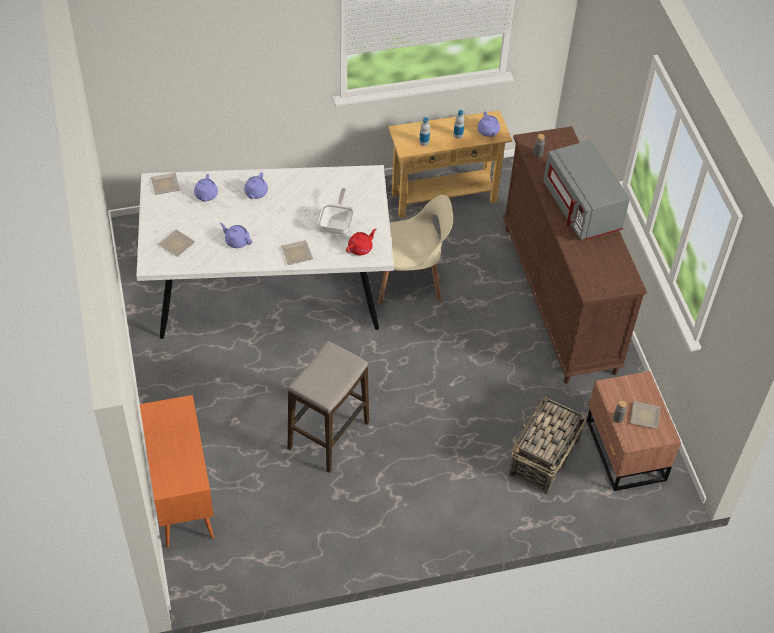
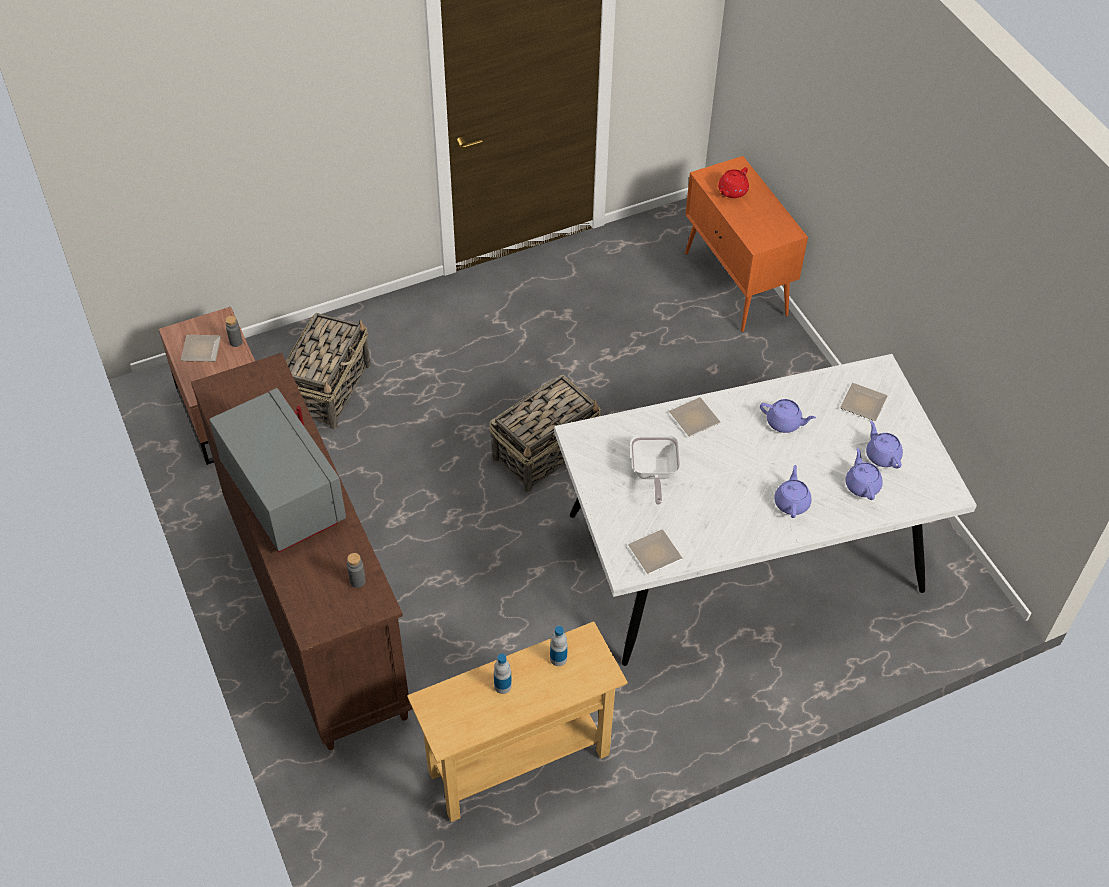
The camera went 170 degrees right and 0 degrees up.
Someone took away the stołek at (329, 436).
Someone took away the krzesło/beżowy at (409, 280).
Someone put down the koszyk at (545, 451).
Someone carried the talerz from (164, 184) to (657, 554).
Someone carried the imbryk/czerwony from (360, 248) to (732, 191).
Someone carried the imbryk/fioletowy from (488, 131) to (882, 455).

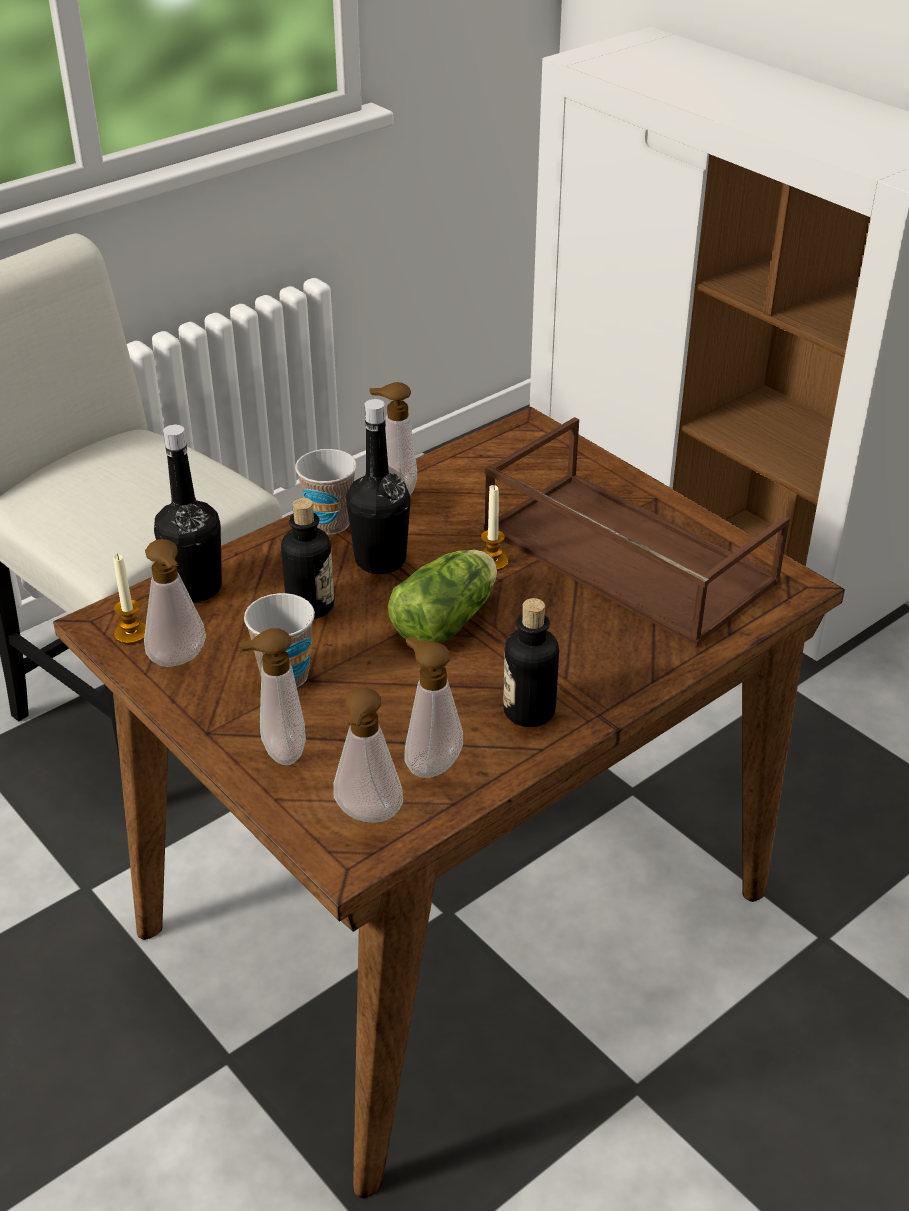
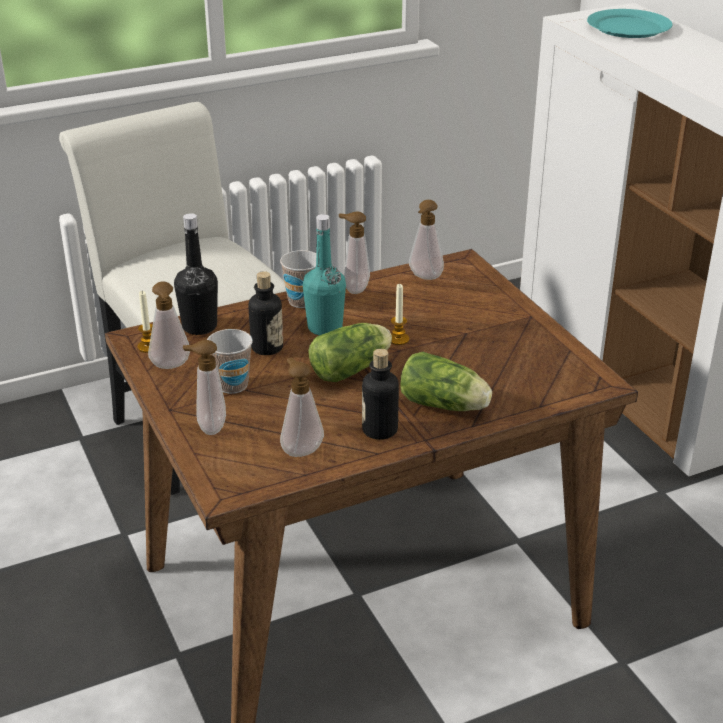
The camera went 15 degrees right and 5 degrees down.
Someone took away the taca/brązowy at (623, 556).
Someone put down the sałata at (445, 405).
Someone put down the talerz/turkusowy at (629, 28).
Someone carried the dozownik mydła from (367, 817) to (424, 277).
Someone repainted the butelka/czarny at (380, 560), which became the butelka/turkusowy at (325, 327).

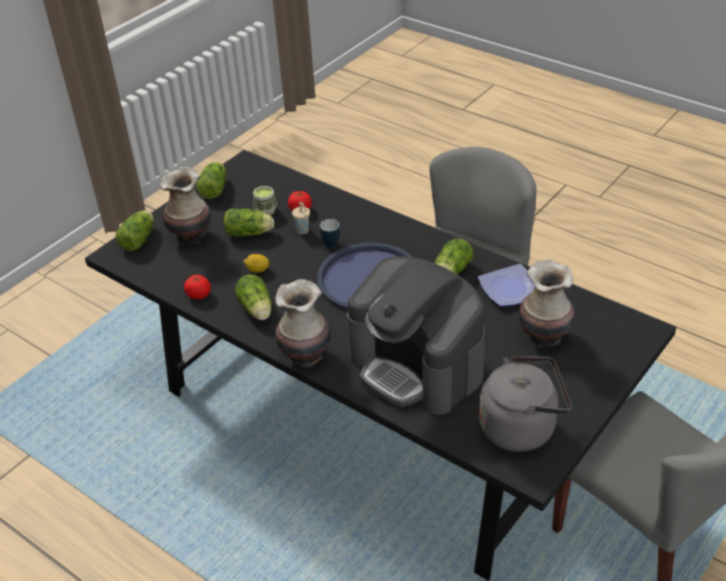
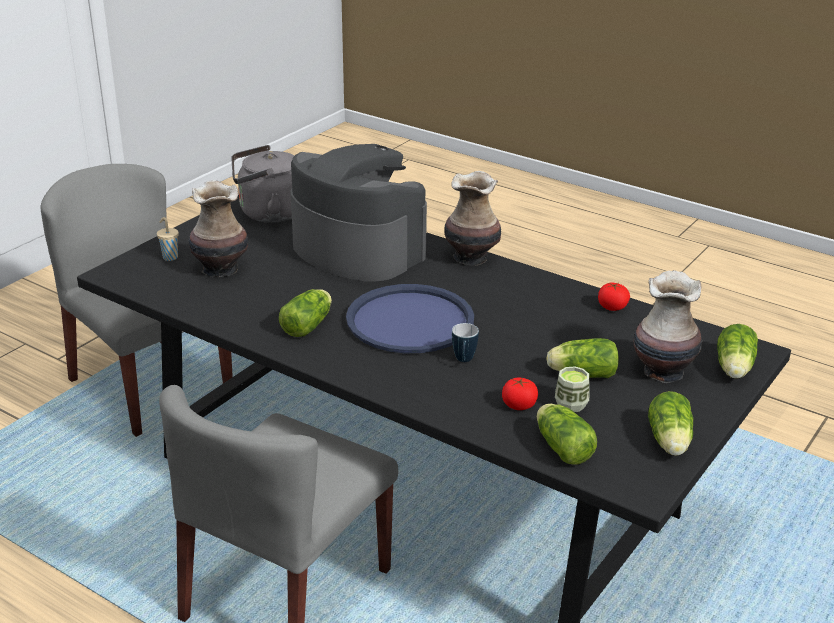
The camera went 175 degrees right and 10 degrees down.
Someone took away the cytryna at (257, 270).
Someone took away the talerz at (509, 290).
Someone carried the sałata from (257, 310) to (561, 446).
Someone carried the filiżanka/beżowy from (303, 231) to (169, 257).

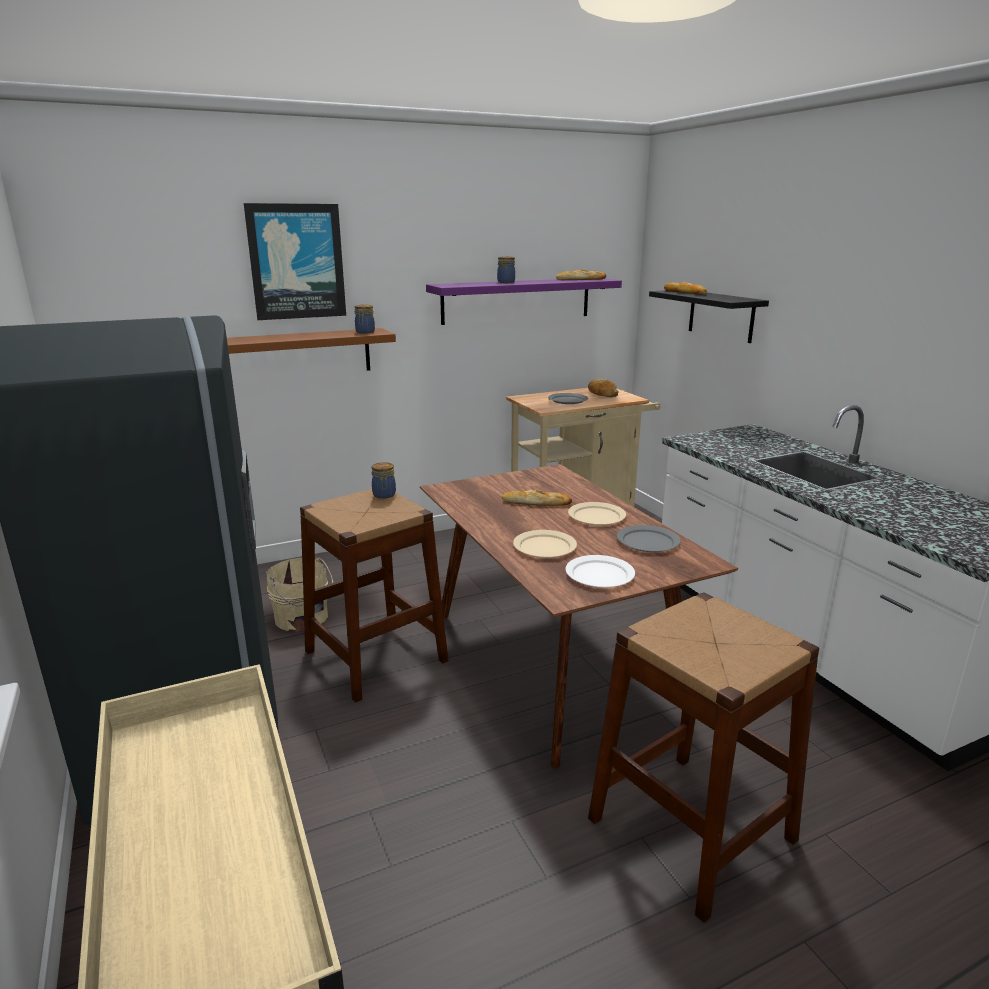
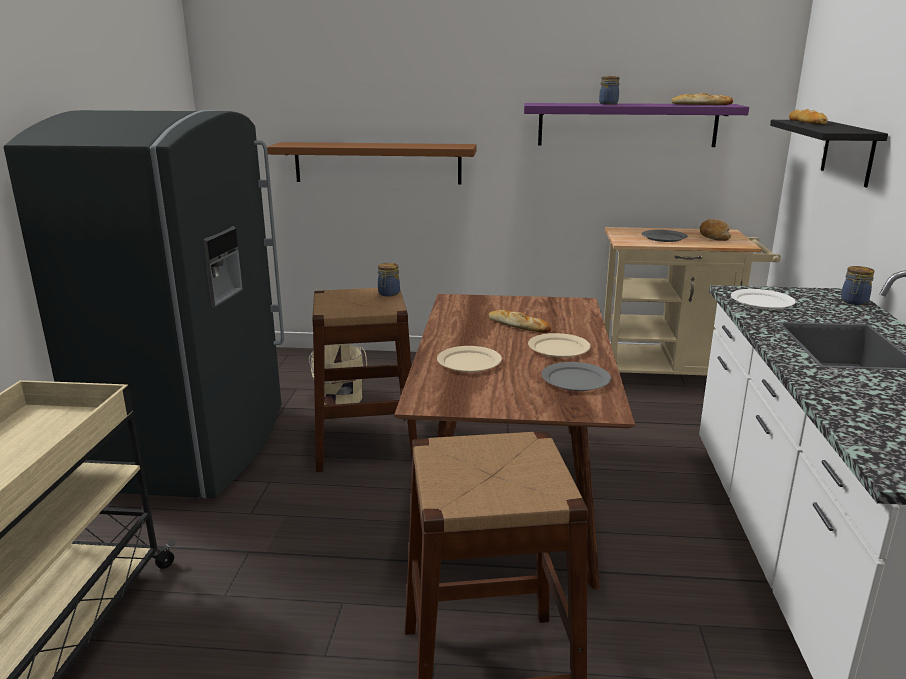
The camera went 30 degrees right and 0 degrees up.
Someone took away the obraz at (296, 262).
Someone carried the słoik from (365, 332) to (853, 302).
Someone carried the talerz/biały from (600, 574) to (762, 302).

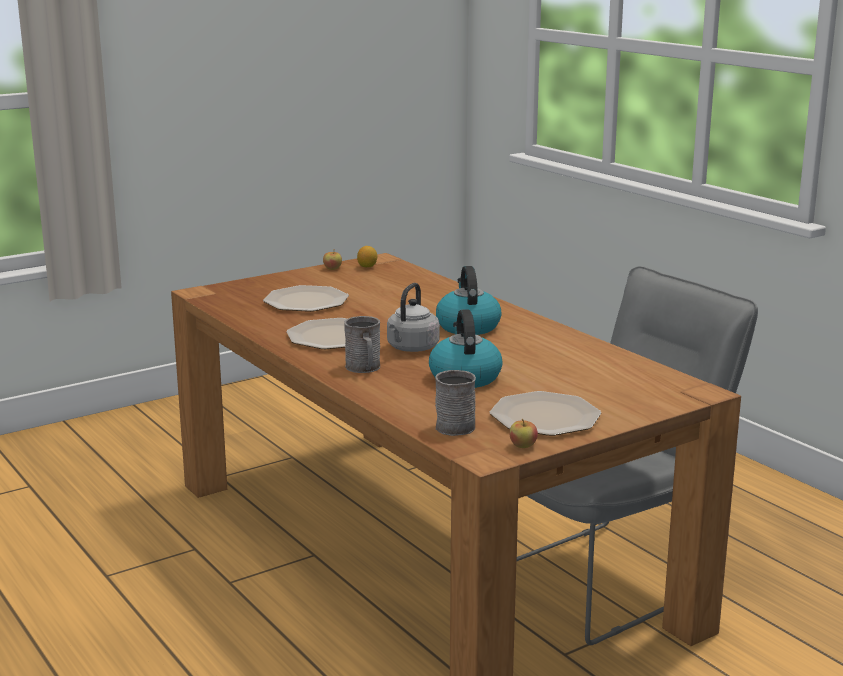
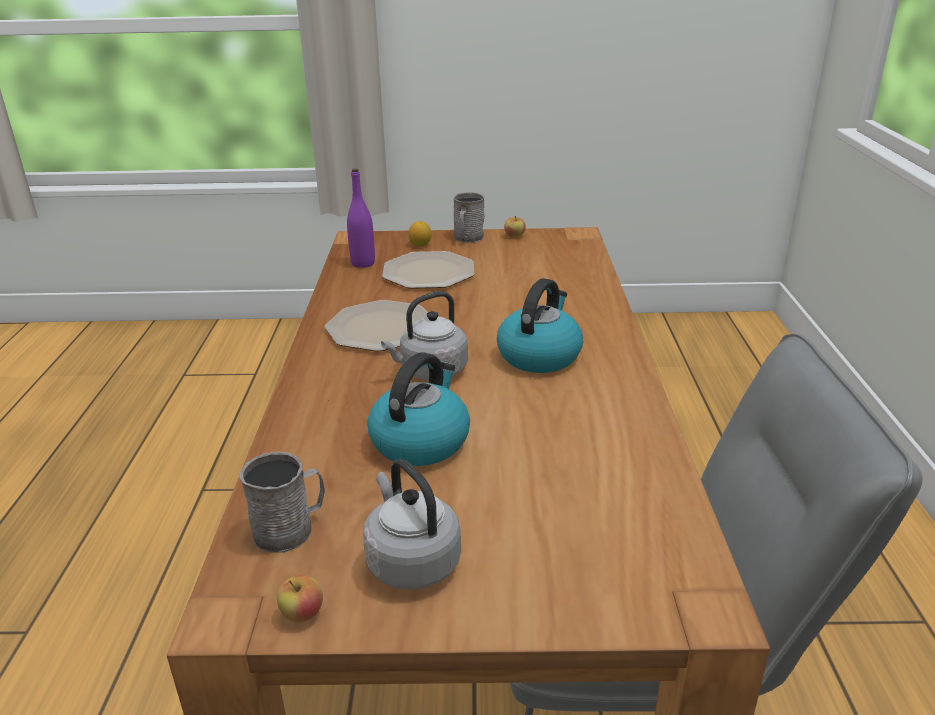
The camera went 35 degrees right and 10 degrees up.
Someone put down the butelka/fioletowy at (363, 263).
Someone carried the kubek/szary from (364, 368) to (468, 239).
Someone carried the cytryna from (367, 266) to (420, 245).
Someone swapped the talerz at (544, 417) for the czajnik/szary at (411, 561).

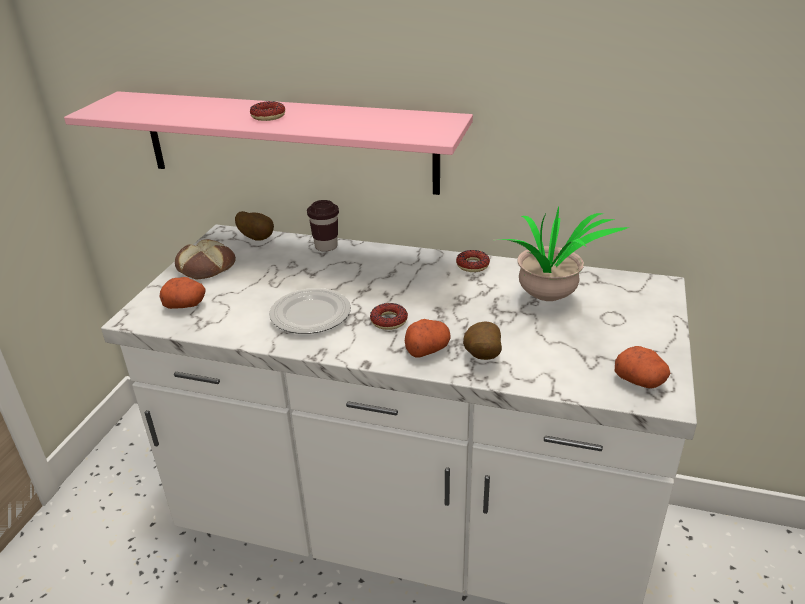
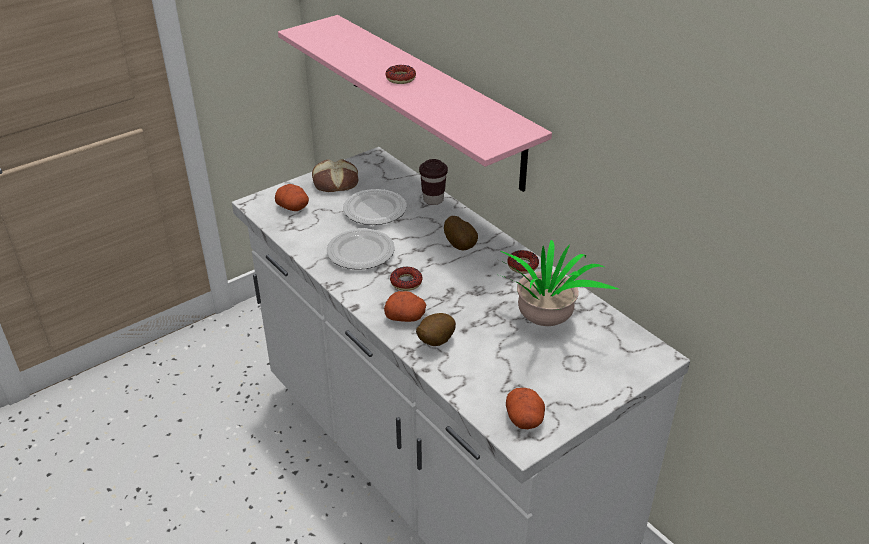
The camera went 35 degrees right and 5 degrees up.
Someone put down the talerz at (375, 211).
Someone carried the ziemniak from (257, 238) to (461, 245).

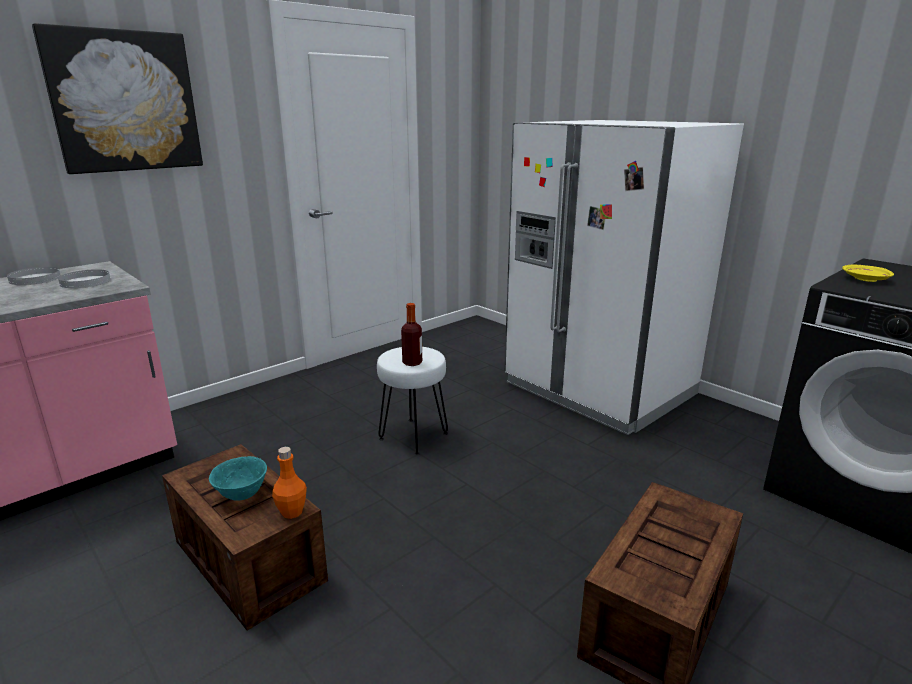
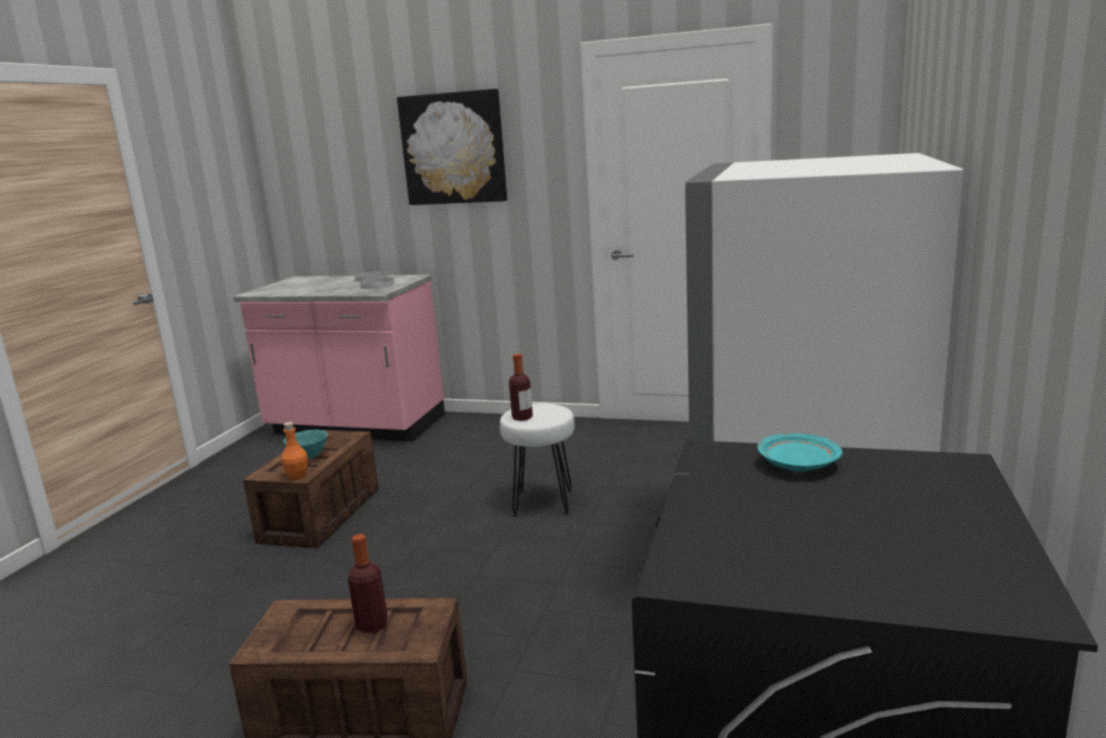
The camera went 60 degrees right and 5 degrees down.
Someone put down the butelka at (372, 625).
Someone repainted the talerz/żółty at (865, 279), which became the talerz/turkusowy at (797, 464).

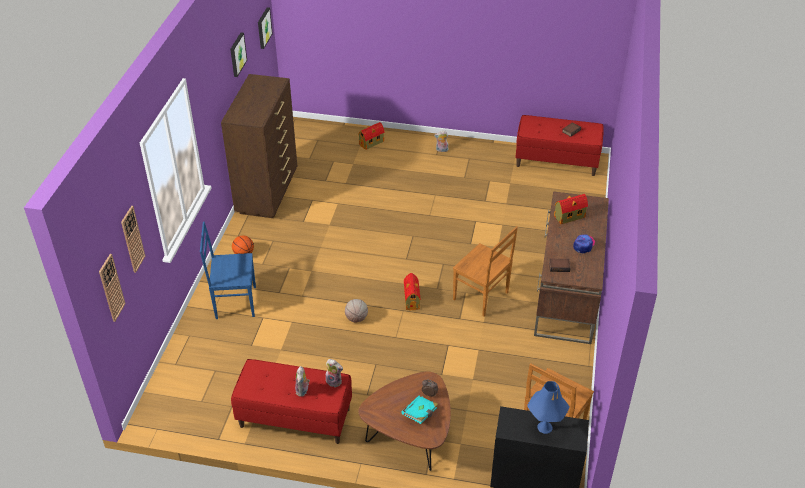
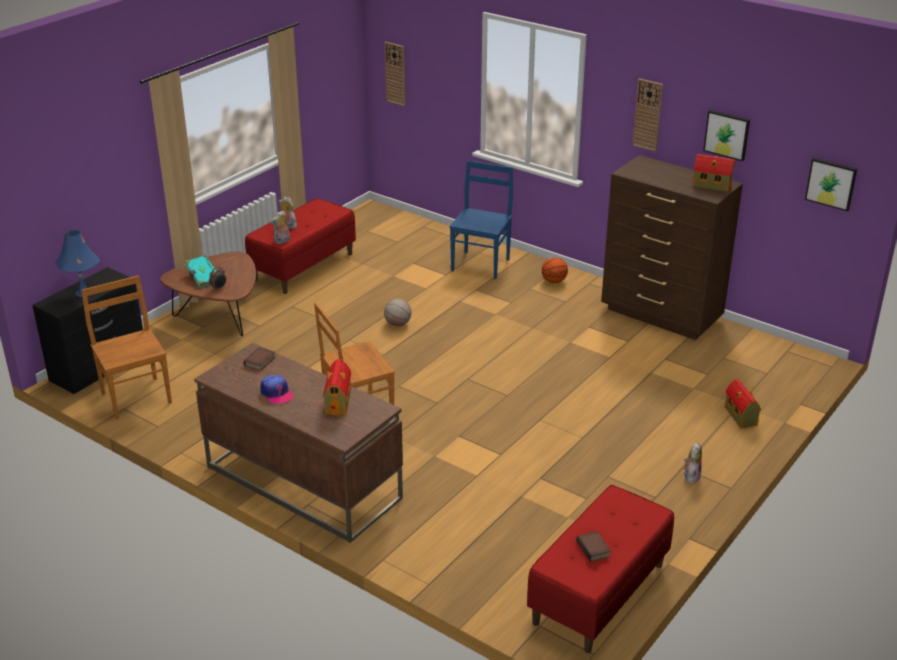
The camera went 115 degrees right and 10 degrees down.
Someone carried the zegar ścienny from (132, 239) to (647, 115).
Someone carried the domek from (411, 299) to (712, 185).

